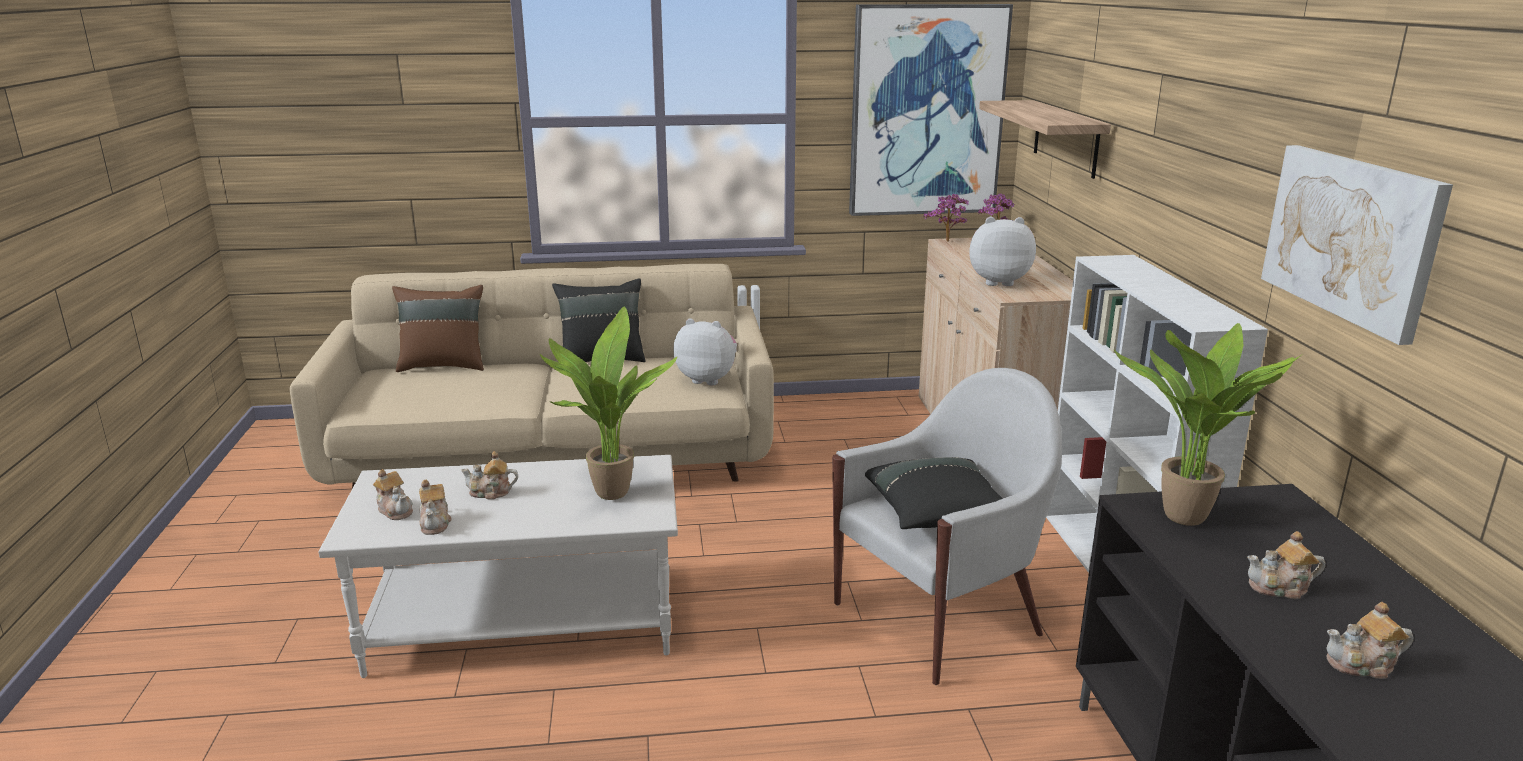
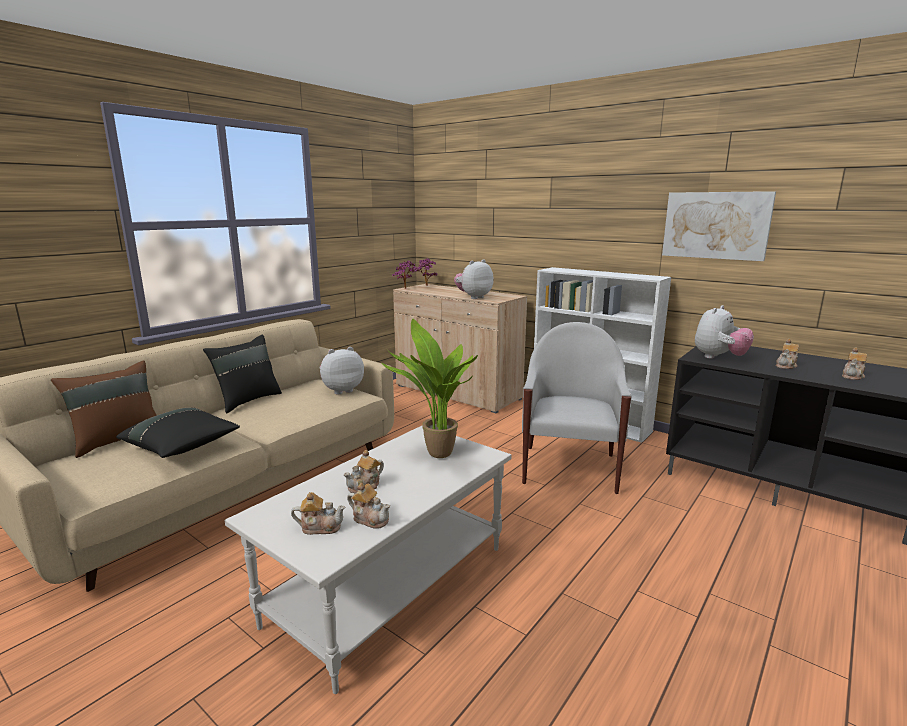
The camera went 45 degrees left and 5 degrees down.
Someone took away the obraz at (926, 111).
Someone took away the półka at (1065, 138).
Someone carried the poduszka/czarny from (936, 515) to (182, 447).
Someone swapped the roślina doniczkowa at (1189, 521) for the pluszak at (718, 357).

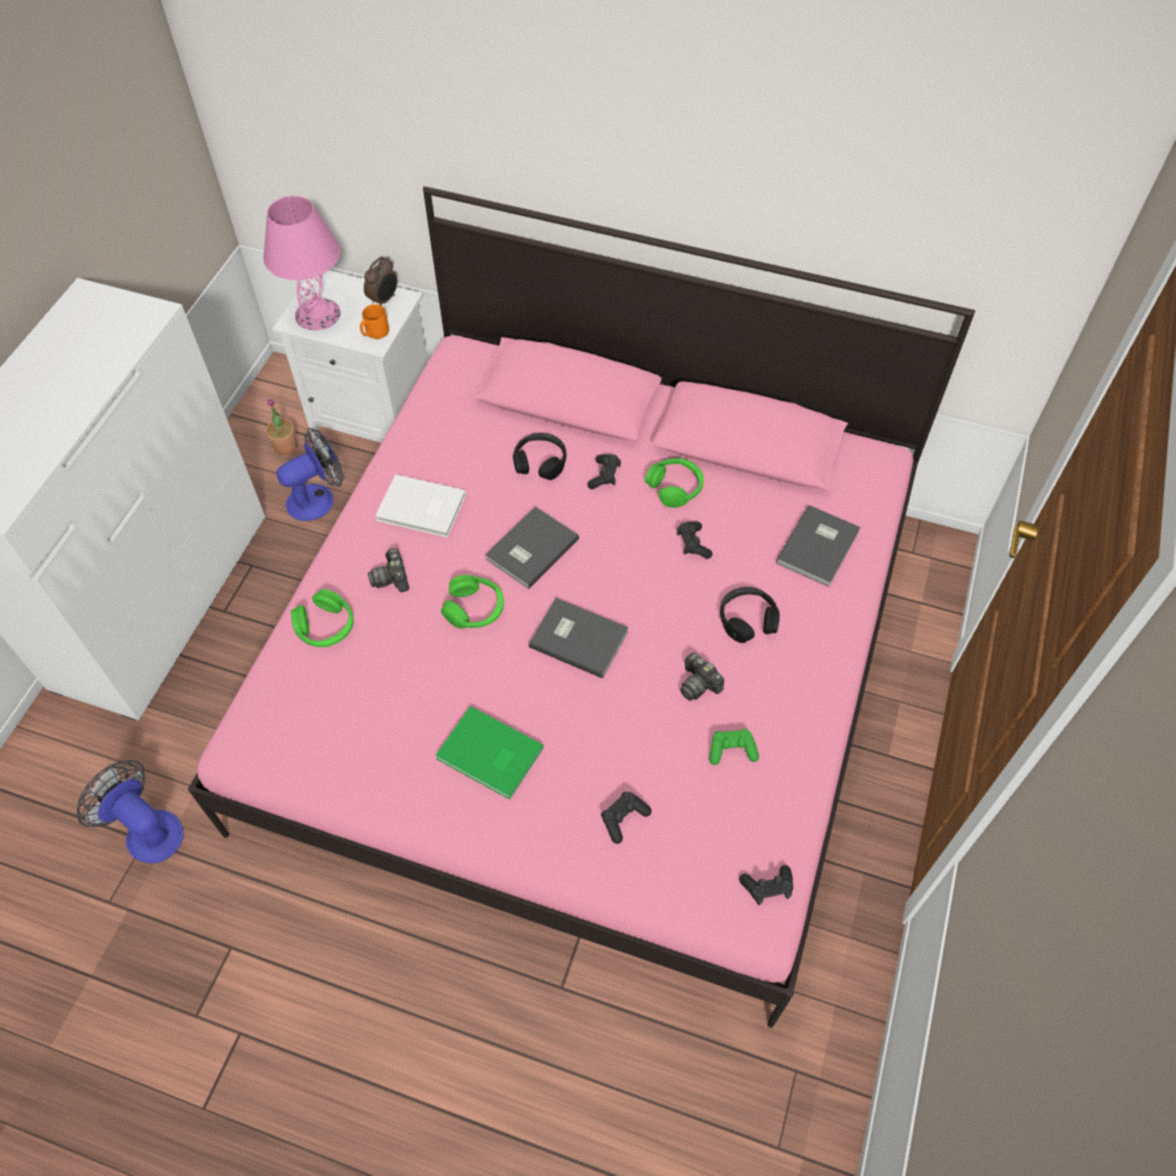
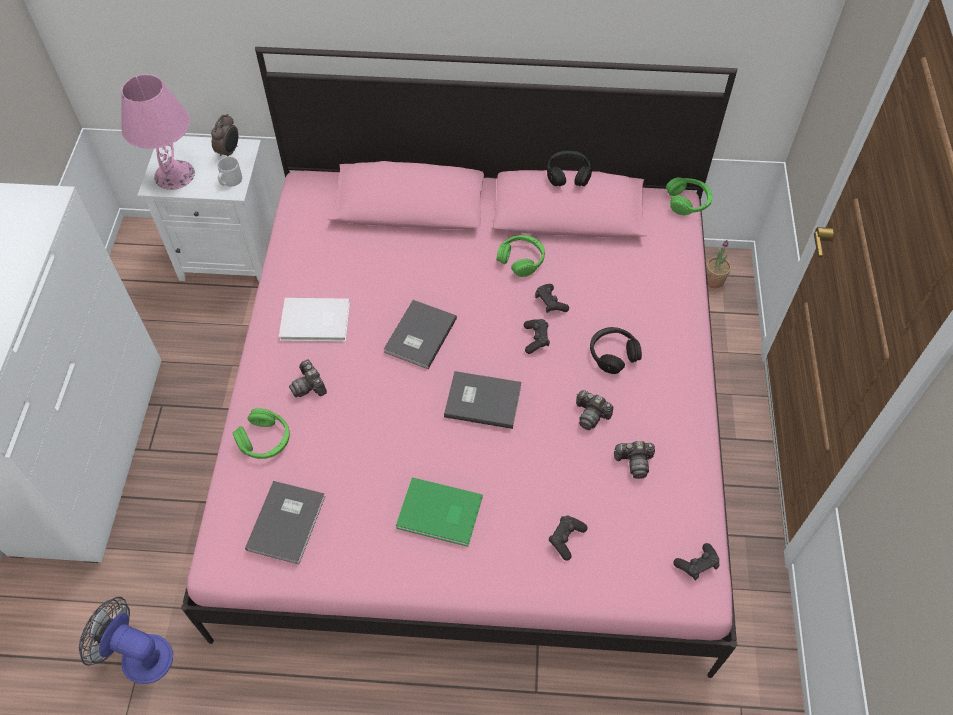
The camera went 15 degrees left and 0 degrees up.
Someone took away the wentylator at (318, 498).
Someone carried the roślina doniczkowa from (285, 447) to (714, 280).
Someone carried the słuchawki/zielony from (475, 609) to (688, 201).
Someone carried the słuchawki/czarny from (540, 462) to (568, 174).
Someone carried the pad do gier/czarny from (604, 476) to (536, 339).
Someone carried the książka/szary from (820, 547) to (288, 522).
Someone swapped the pad do gier/zielony at (731, 750) for the aparat fotograficzny at (634, 462).
Someone repainted the kubek/pomarańczowy at (375, 333), which became the kubek/szary at (230, 181).

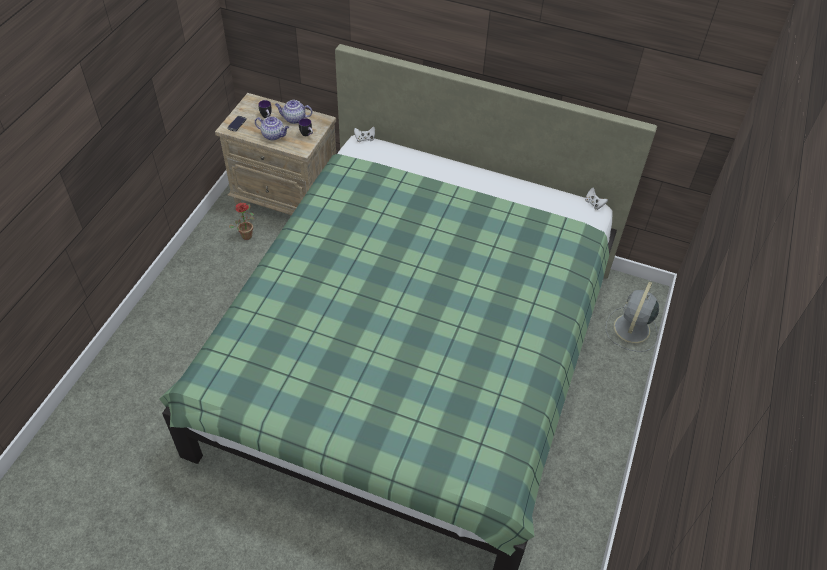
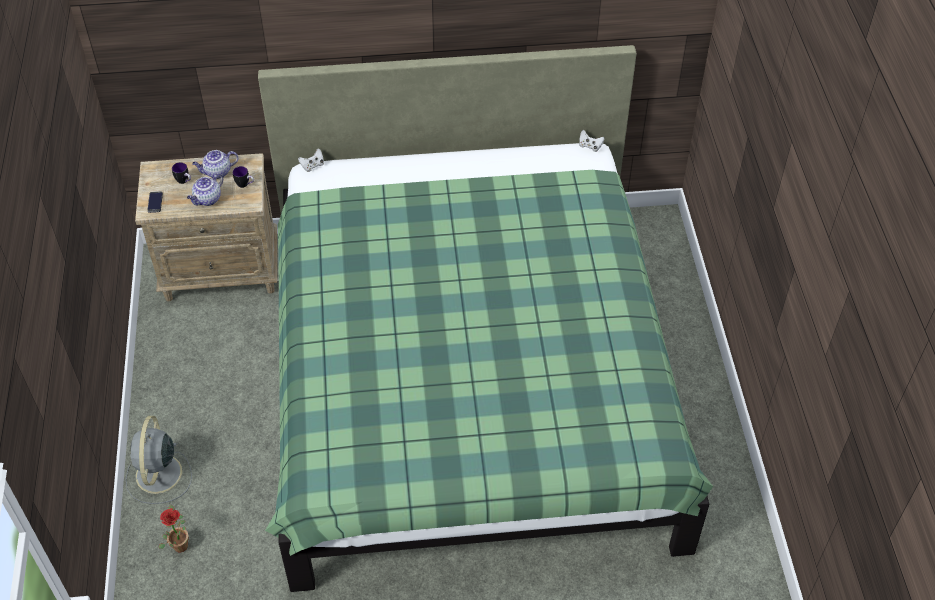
The camera went 25 degrees left and 0 degrees up.
Someone carried the roślina doniczkowa from (247, 234) to (179, 543).
Someone carried the wentylator/szary from (631, 330) to (158, 476).
Someone rotated the imbryk at (273, 135) by 135 degrees clockwise.

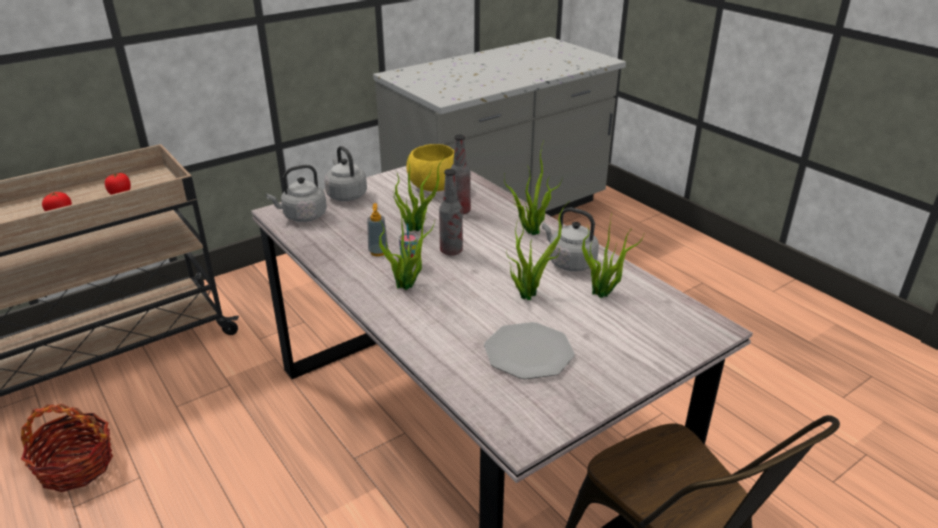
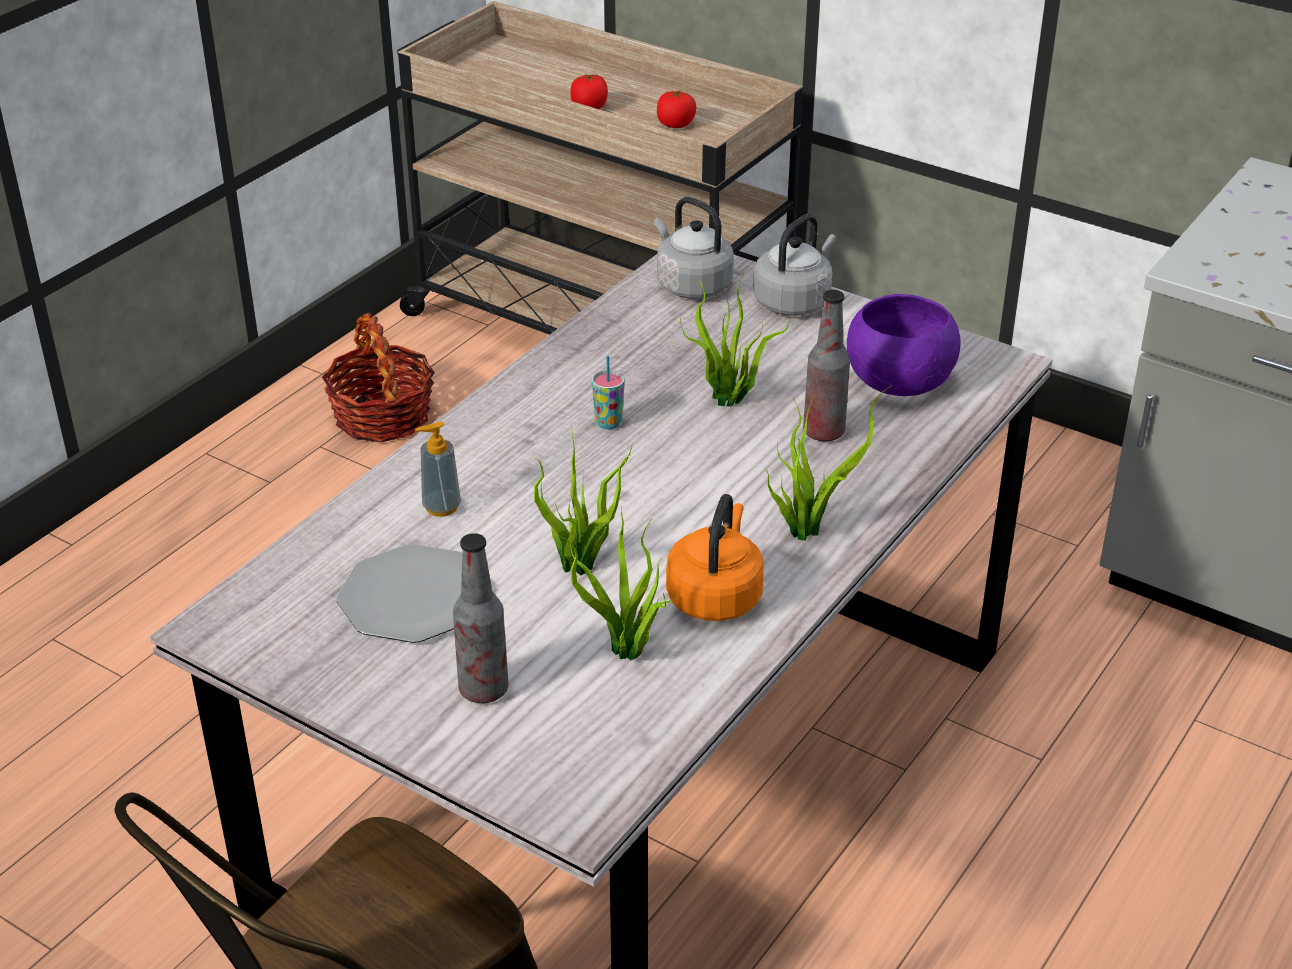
The camera went 70 degrees right and 5 degrees up.
Someone took away the roślina doniczkowa at (407, 285).
Someone carried the dozownik mydła from (378, 252) to (441, 507).
Someone carried the butelka from (451, 251) to (483, 689).
Someone repainted the miska/żółty at (434, 186), which became the miska/fioletowy at (900, 381).
Someone repainted the czajnik/szary at (569, 262), which became the czajnik/pomarańczowy at (715, 596).

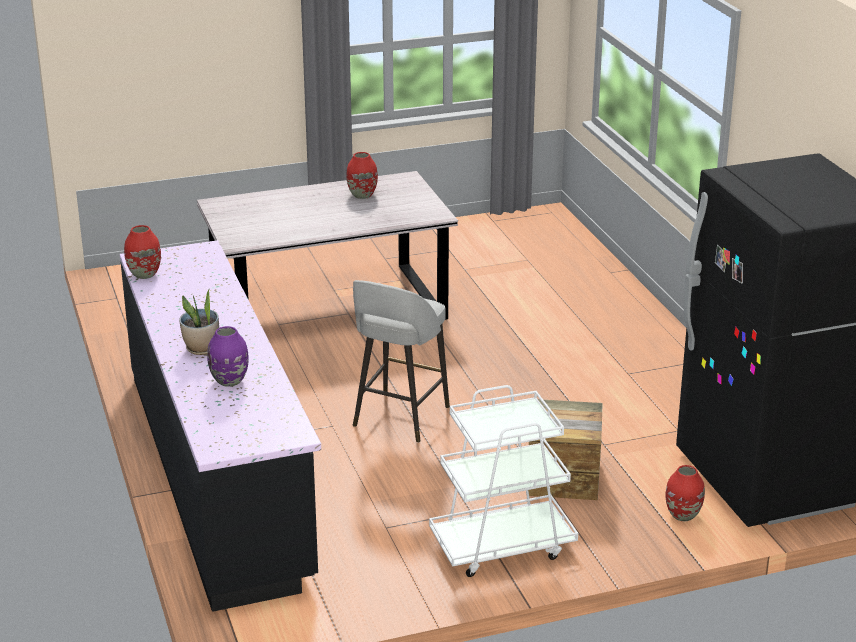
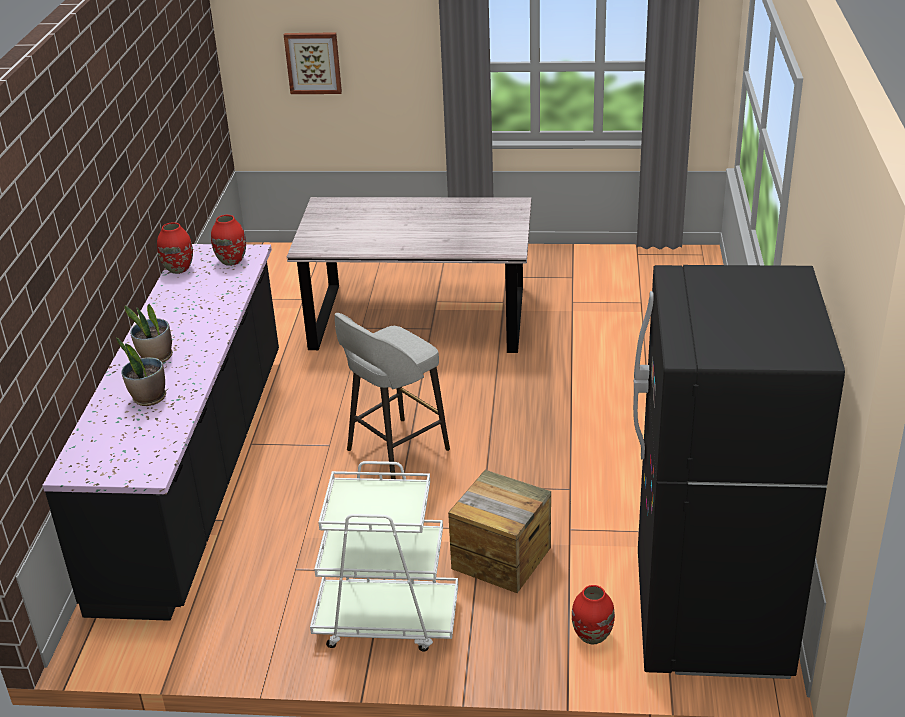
The camera went 25 degrees right and 5 degrees up.
Someone put up the obraz at (313, 62).
Someone carried the wazon/czerwony from (362, 195) to (231, 261).
Someone swapped the wazon/fioletowy at (230, 381) for the roślina doniczkowa at (148, 398).

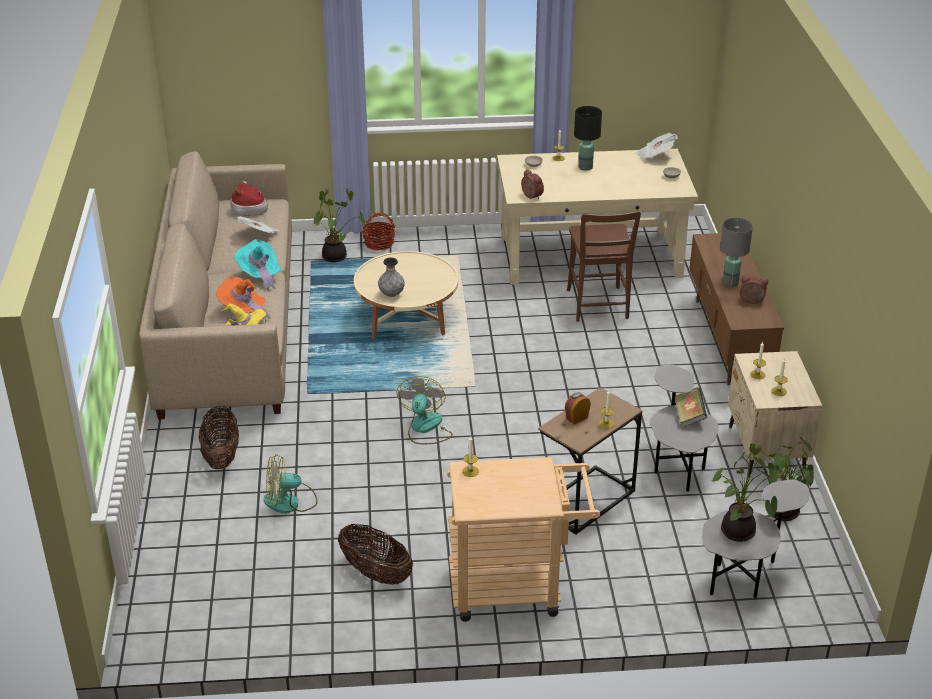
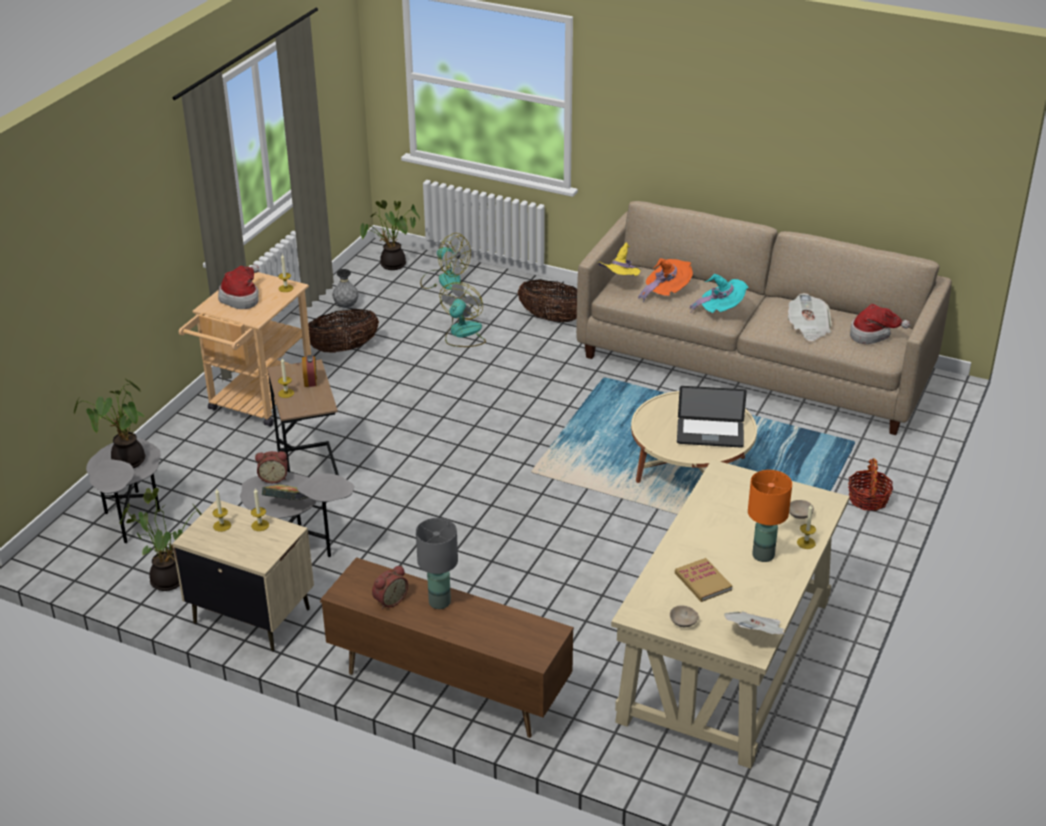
The camera went 120 degrees right and 0 degrees up.
Someone took away the krzesło/brązowy at (598, 306).
Someone put down the kapelusz at (242, 297).
Someone put down the książka at (703, 582).
Someone put down the laptop at (710, 434).
Someone carried the roślina doniczkowa from (337, 257) to (392, 266).
Someone carried the wazon/szary from (391, 295) to (346, 306).
Someone carried the wentylator from (425, 428) to (444, 279).
Someone carried the budzik from (530, 196) to (273, 478).
Someone repainted the lampa stołowa/czarny at (585, 167), which became the lampa stołowa/pomarańczowy at (763, 555).

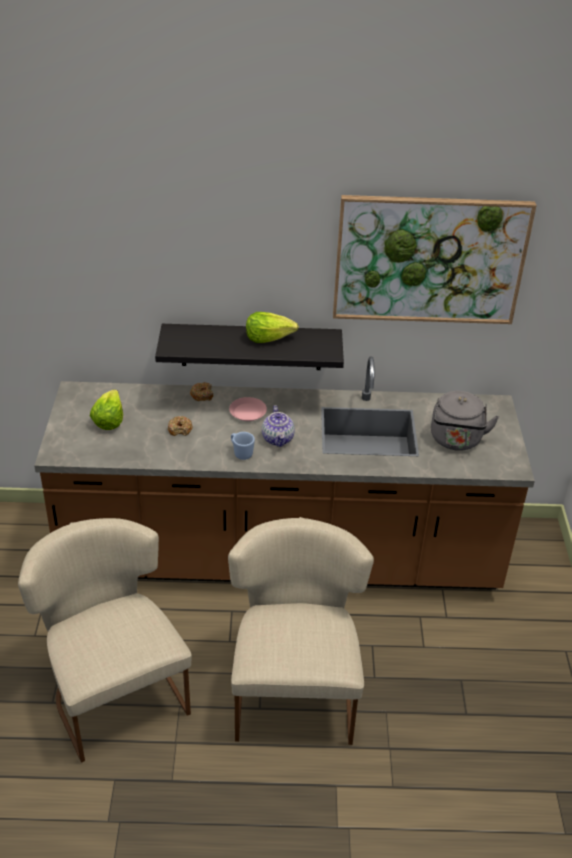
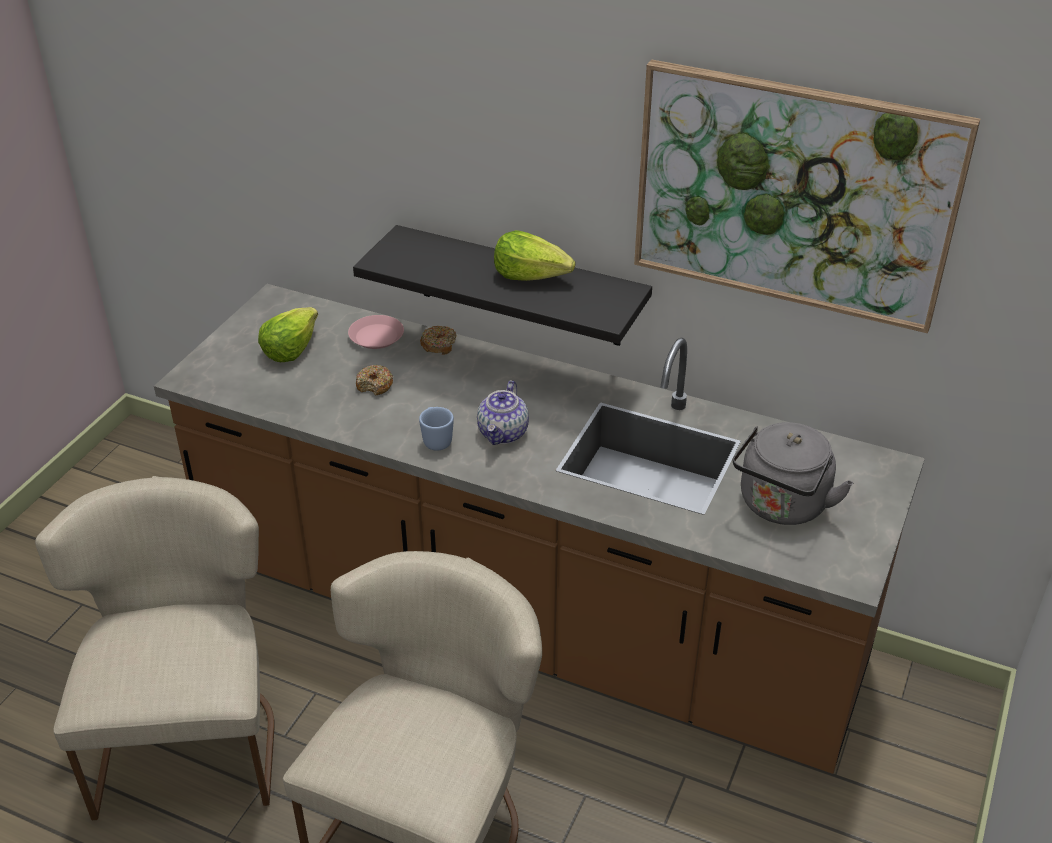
The camera went 25 degrees right and 0 degrees up.
Someone carried the talerz/różowy from (248, 412) to (376, 337).

